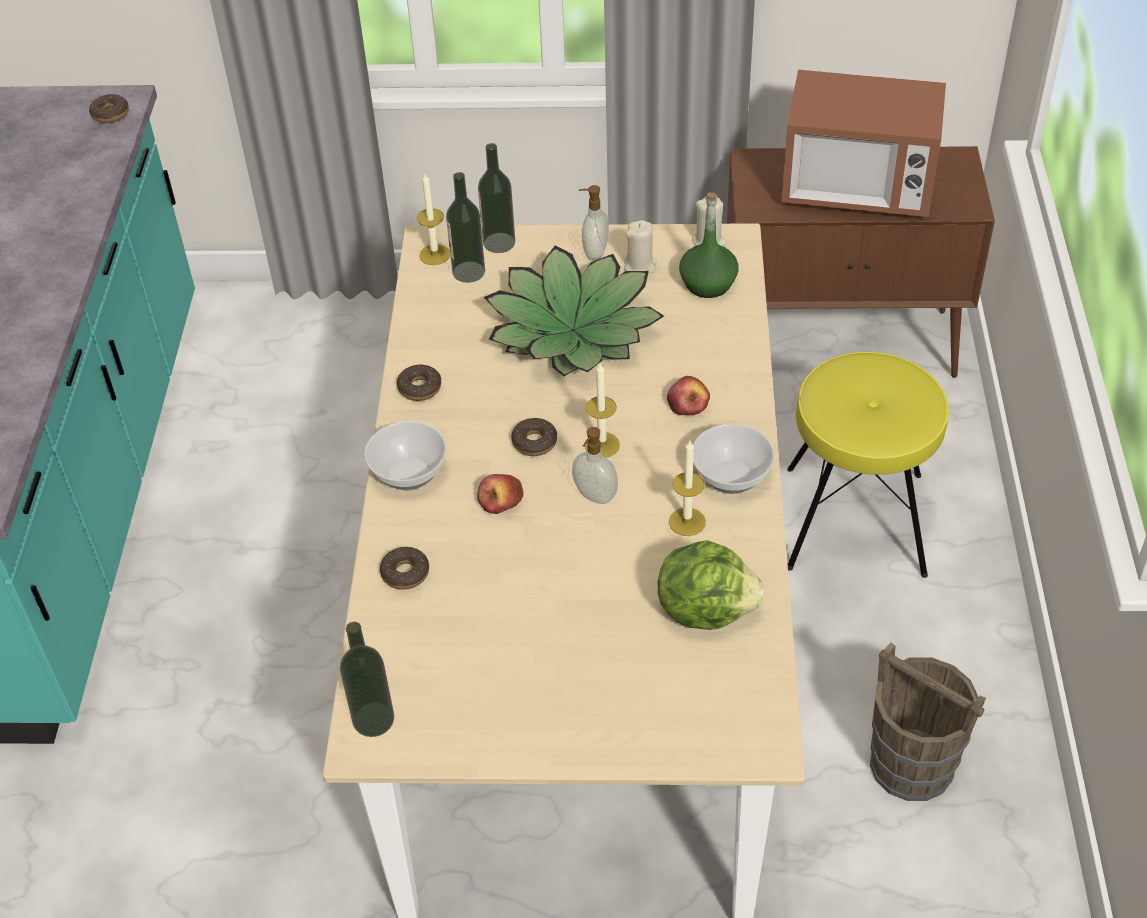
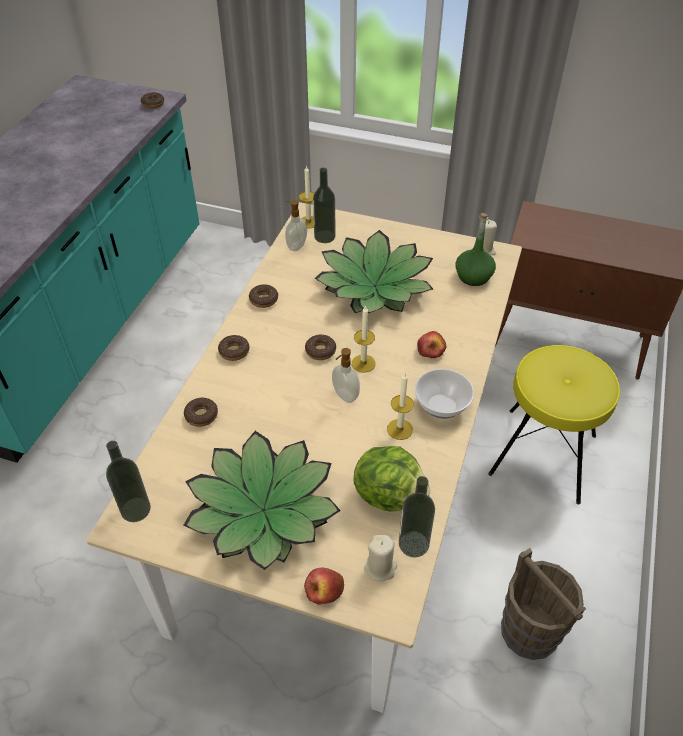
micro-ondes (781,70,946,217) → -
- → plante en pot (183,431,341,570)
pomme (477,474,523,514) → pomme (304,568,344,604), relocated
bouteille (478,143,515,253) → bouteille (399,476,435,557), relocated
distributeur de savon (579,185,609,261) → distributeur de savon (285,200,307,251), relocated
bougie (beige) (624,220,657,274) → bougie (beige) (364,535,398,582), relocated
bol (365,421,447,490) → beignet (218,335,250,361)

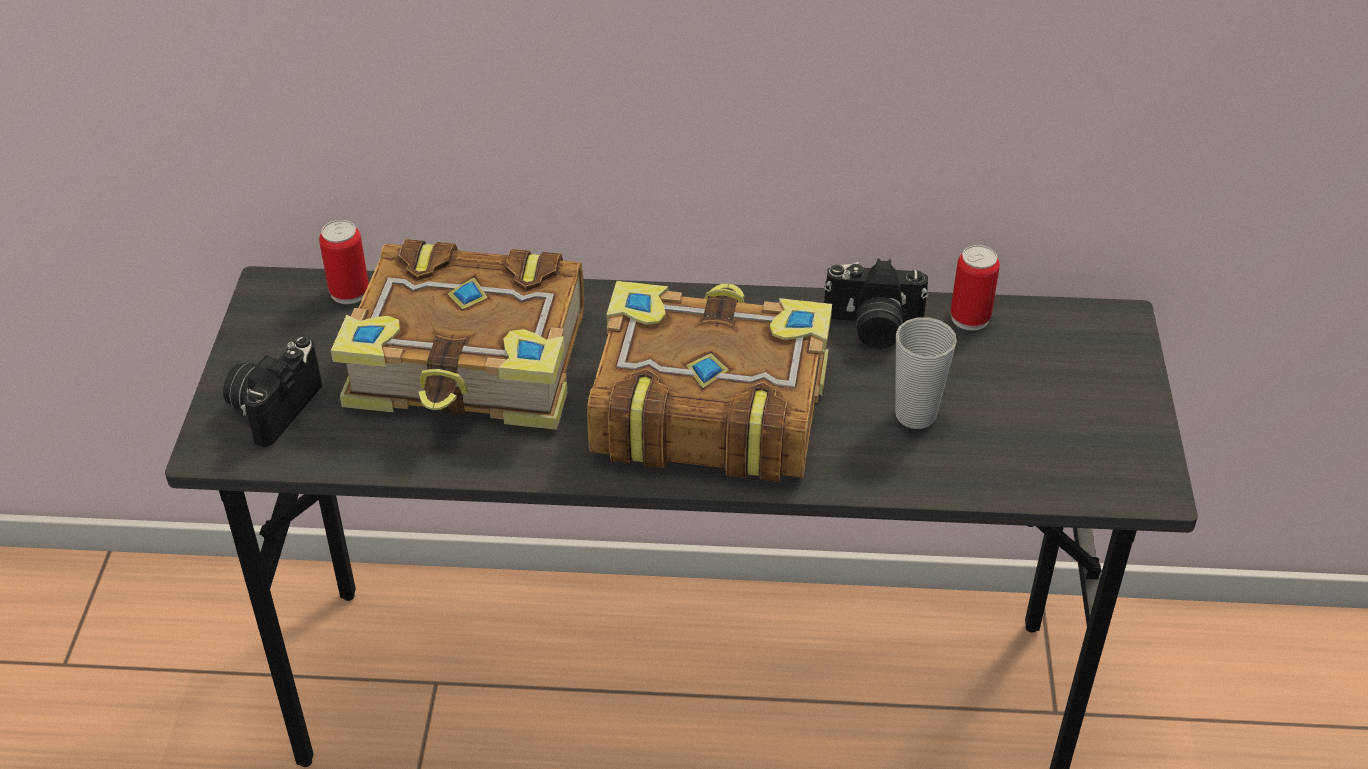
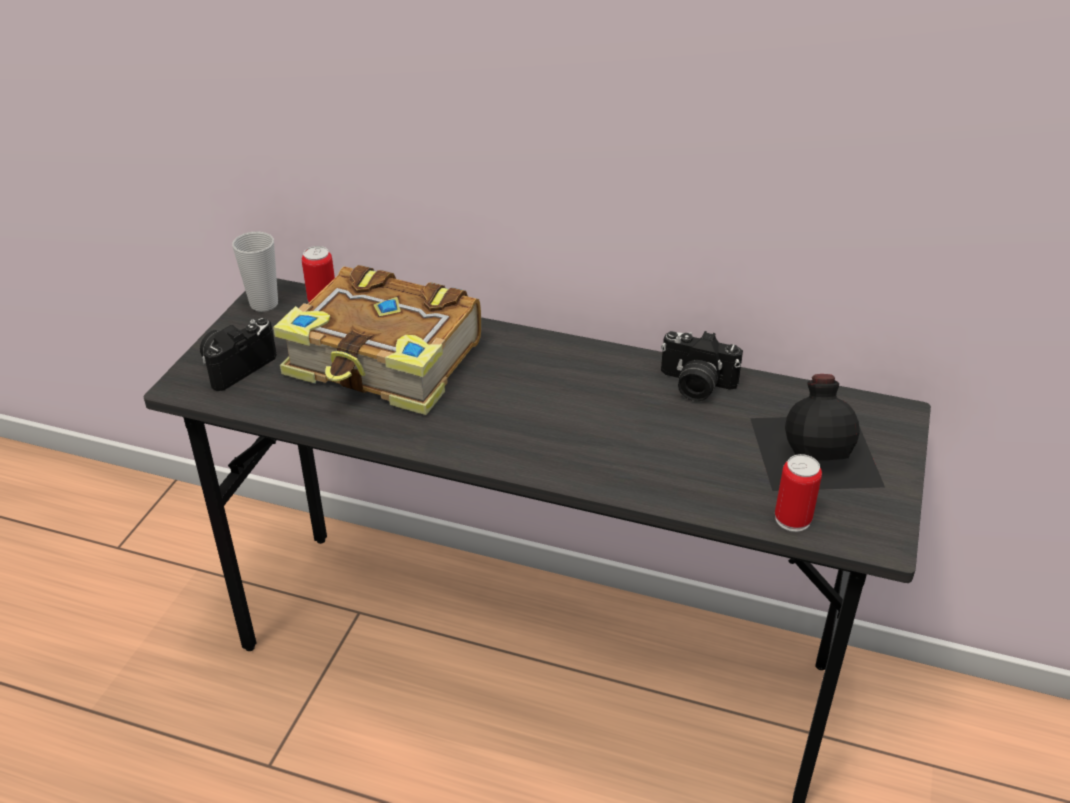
livre (587,281,832,482) → -
- → bouteille (noir) (750,374,885,491)
tasse (895,317,957,429) → tasse (232,231,278,312), relocated
boîte métallique (950,245,1000,331) → boîte métallique (775,454,822,532), relocated

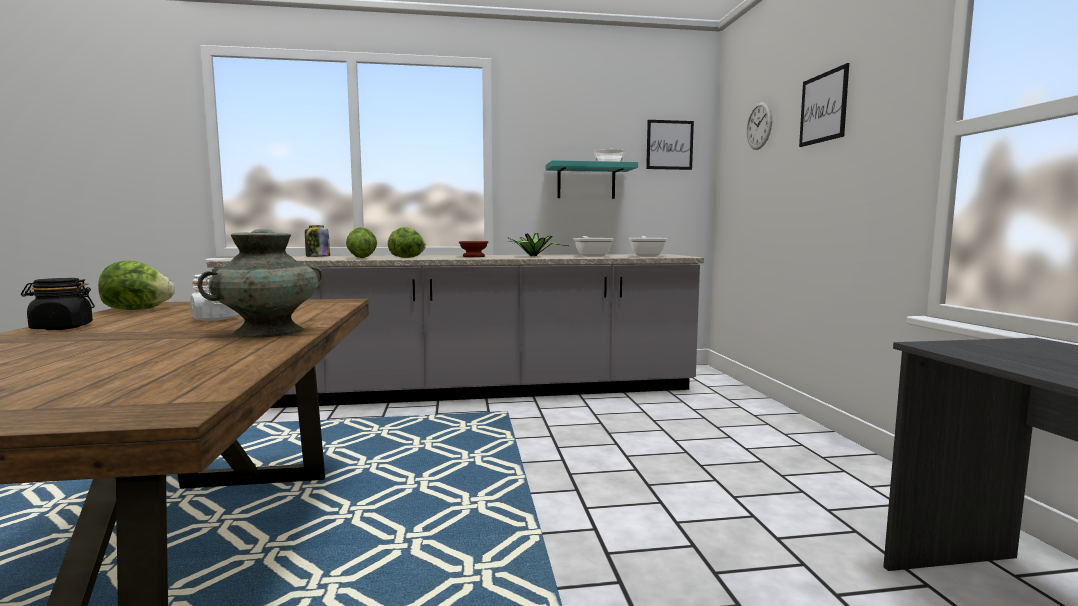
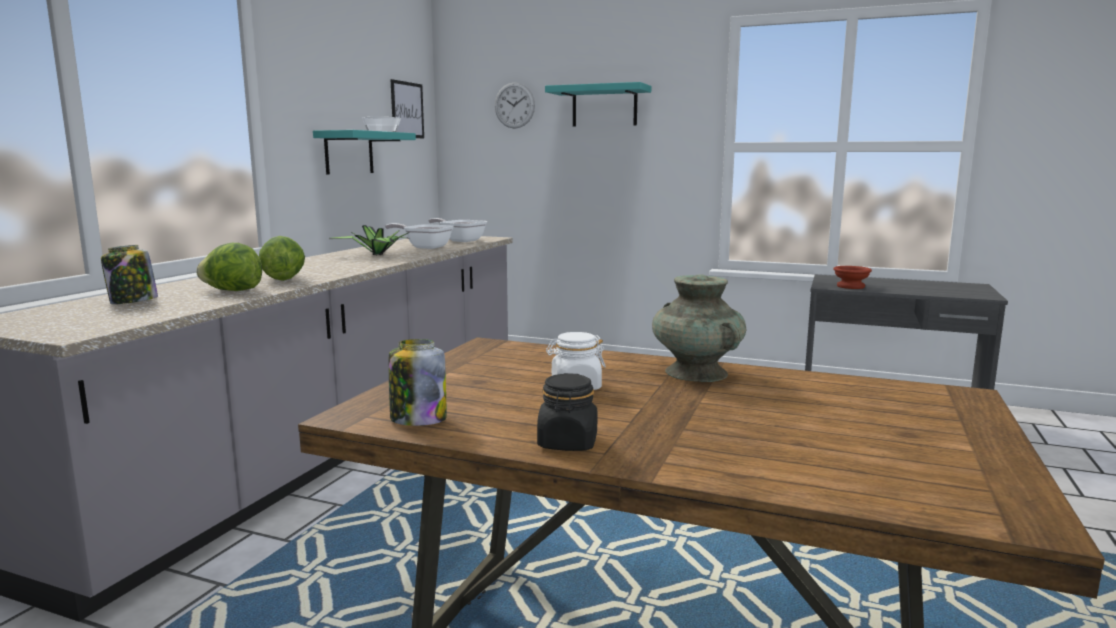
bol (marron) (459,241,488,257) → bol (marron) (833,266,872,289), relocated
laitue (98,261,175,310) → bocal (389,339,447,426)
tableau (799,63,849,147) → étagère (turquoise) (545,82,651,127)

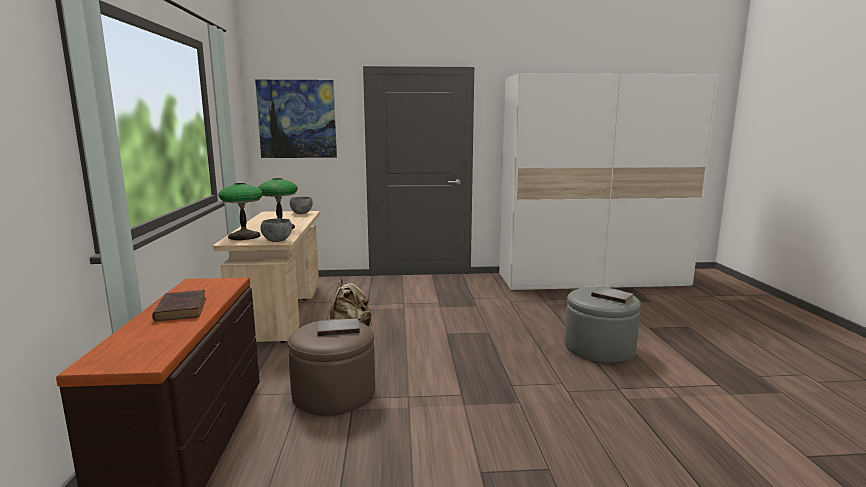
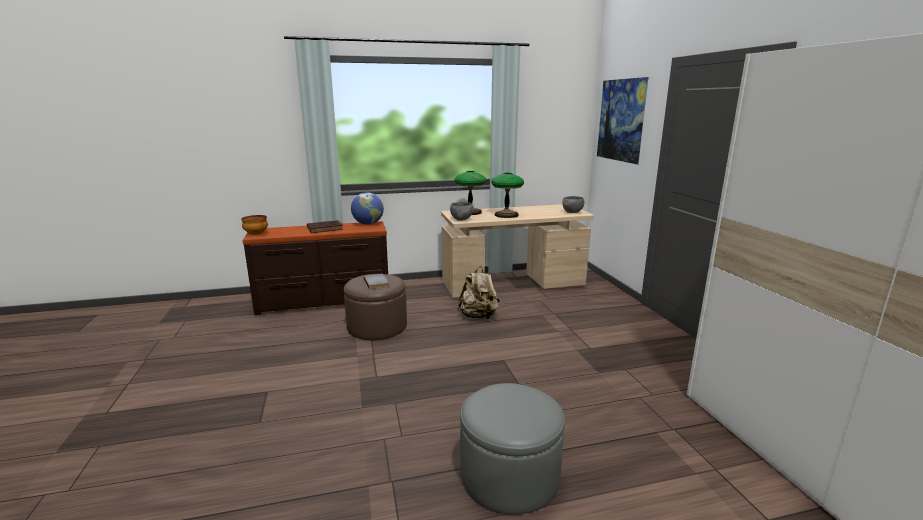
livre (gris) (591,287,633,304) → -
- → bol (241,215,268,235)
- → globe (351,192,384,225)

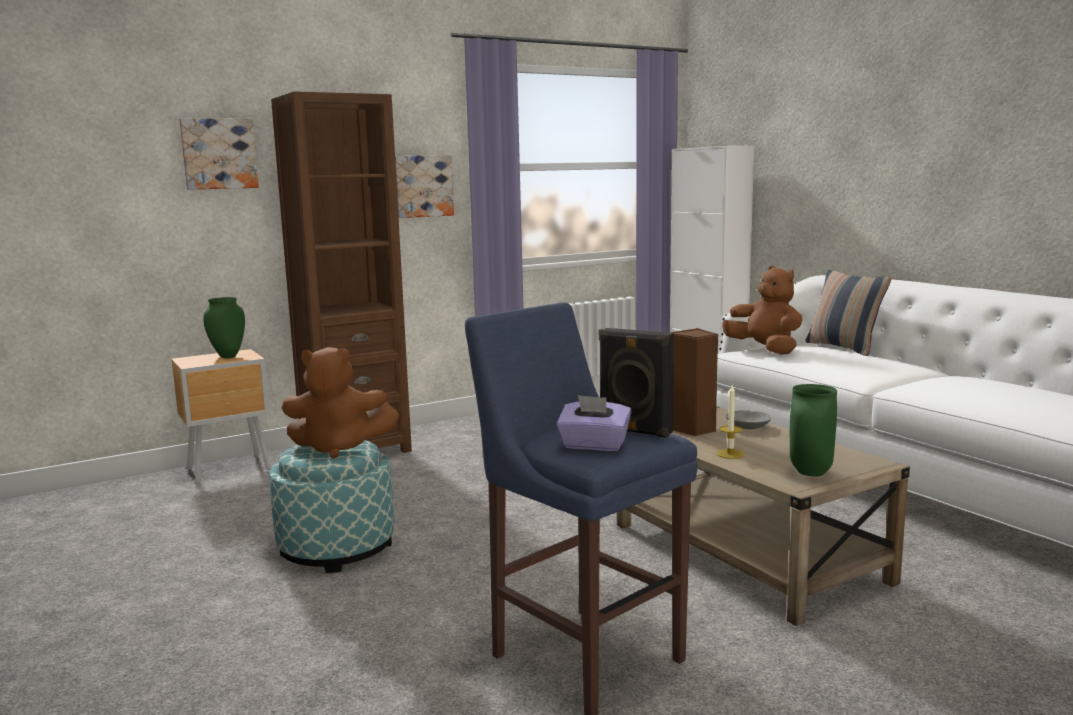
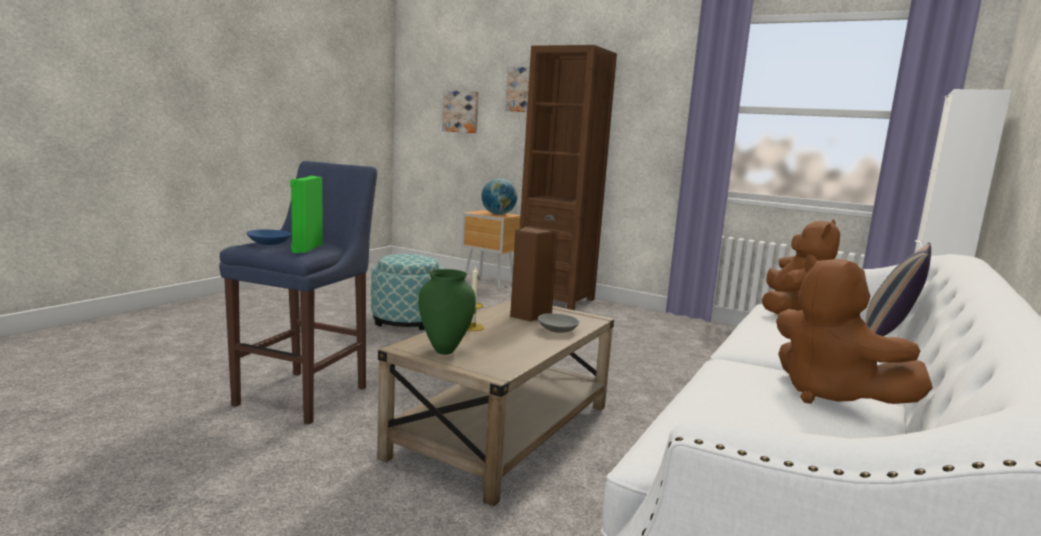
peluche (marron) (281,347,400,459) → peluche (marron) (776,255,933,404), relocated
tableau (395,155,454,218) → tableau (442,90,479,133), relocated
vase (vert) (203,297,245,358) → globe (481,178,518,215)
boîte à mouchoirs (violet) (557,395,632,451) → bol (bleu) (247,229,291,245)
enceinte (noir) (599,328,674,438) → enceinte (vert) (290,176,323,253)

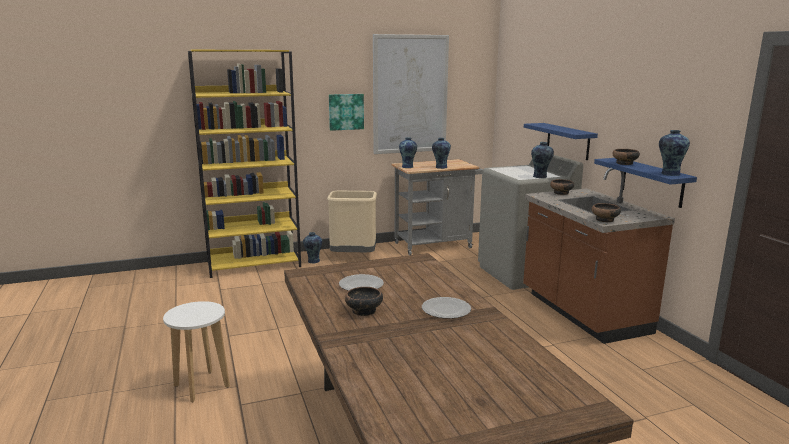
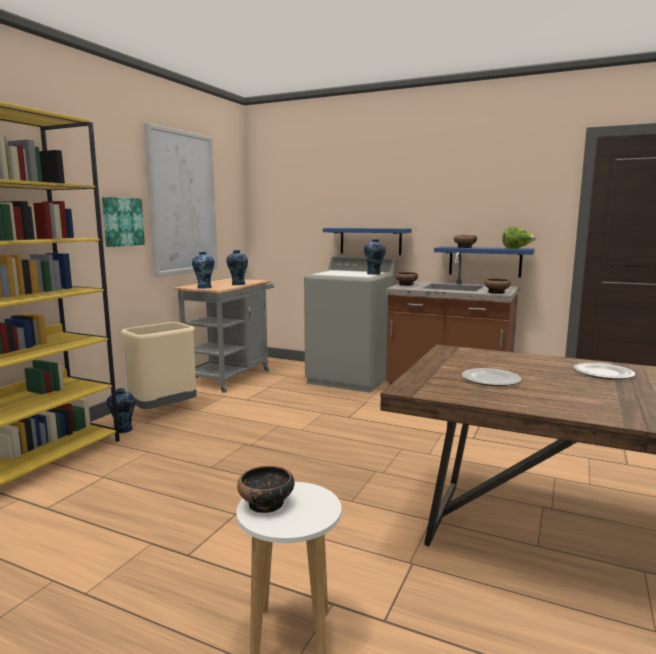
bol (345,287,383,316) → bol (237,466,295,513), relocated
vase (659,130,690,176) → laitue (502,227,536,249)

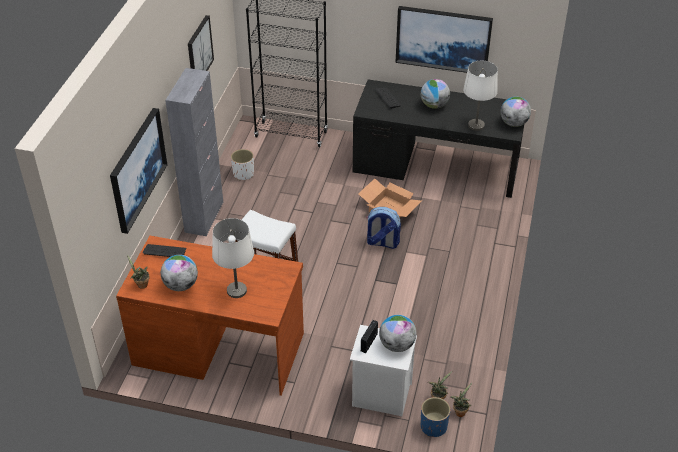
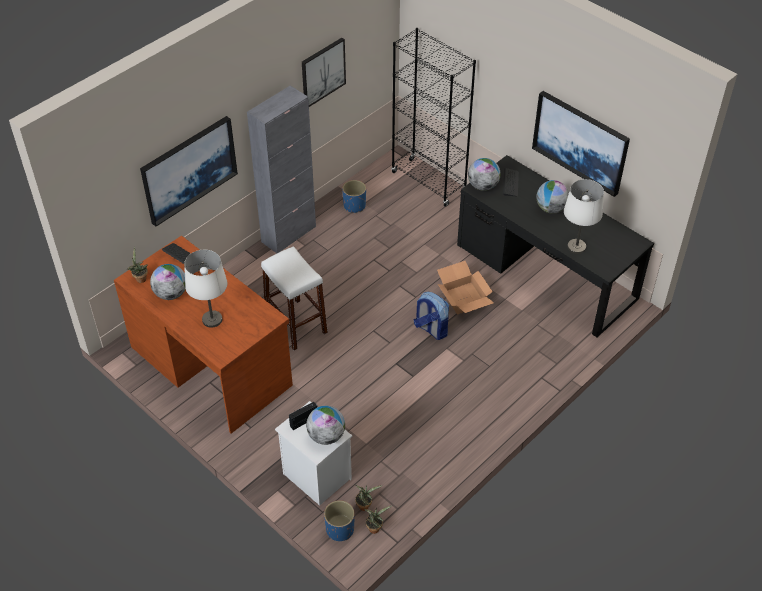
globe (501,97,531,127) → globe (468,158,501,191), relocated
cache-pot (blanc) (231,149,254,180) → cache-pot (bleu) (342,180,366,213)

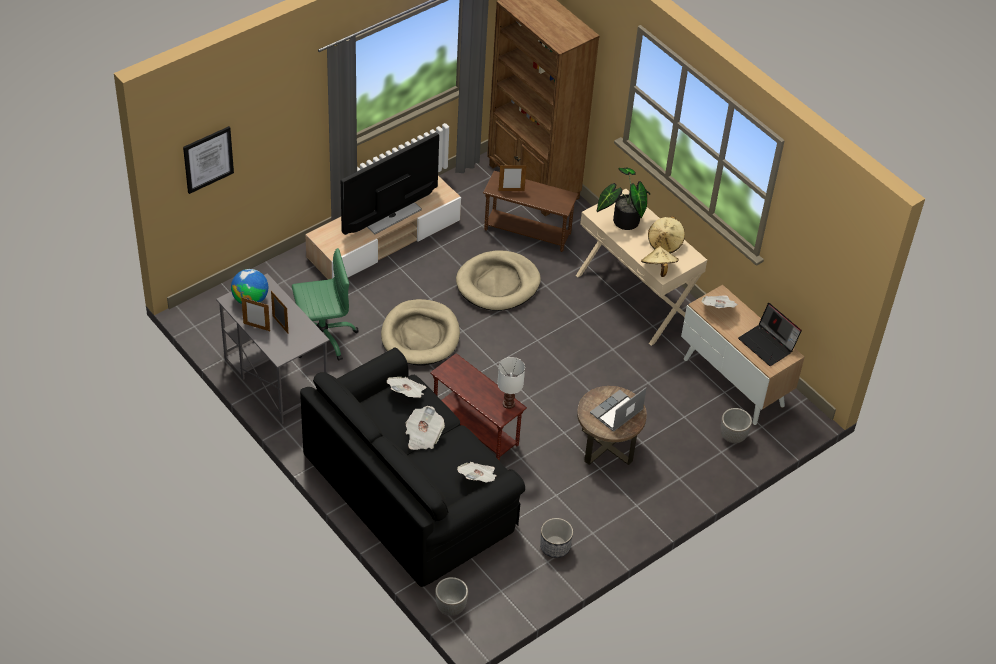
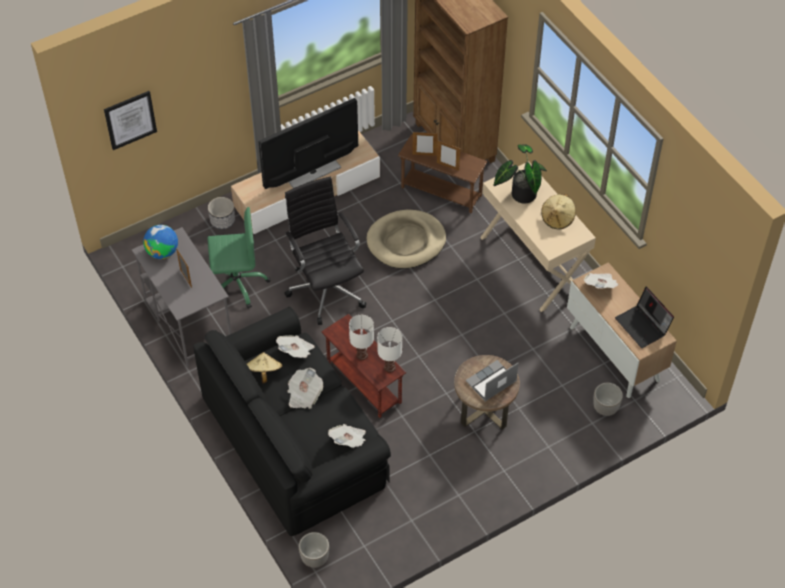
- → lampe de table (blanc) (349,315,374,360)
cadre photo (241,297,270,331) → cadre photo (437,141,460,171), relocated
cache-pot (540,518,573,558) → cache-pot (208,197,235,229), relocated
chapeau (beige) (641,246,679,277) → chapeau (beige) (247,352,283,384), relocated
panier pour chien (beige) (381,299,460,365) → chaise de bureau (noir) (284,177,366,325)

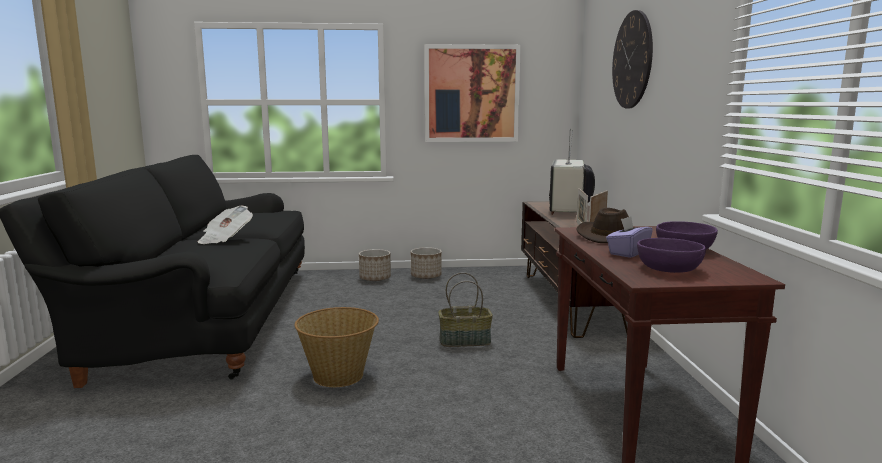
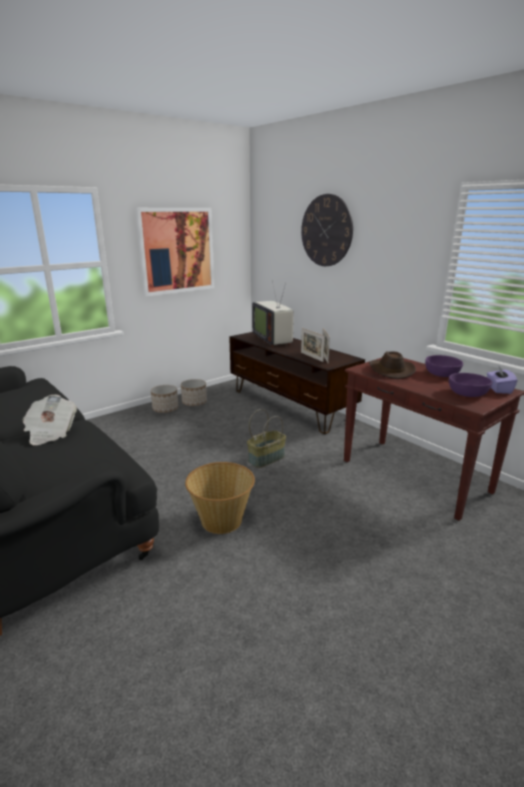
cache-pot (359,249,391,281) → cache-pot (181,379,207,406), relocated
boîte à mouchoirs (violet) (606,216,653,258) → boîte à mouchoirs (violet) (487,366,518,394), relocated

